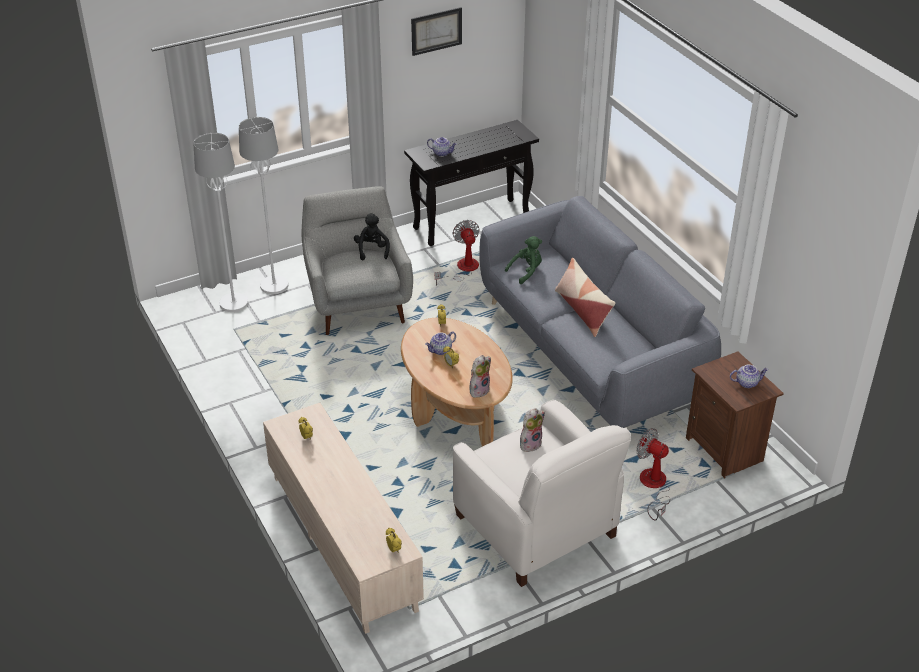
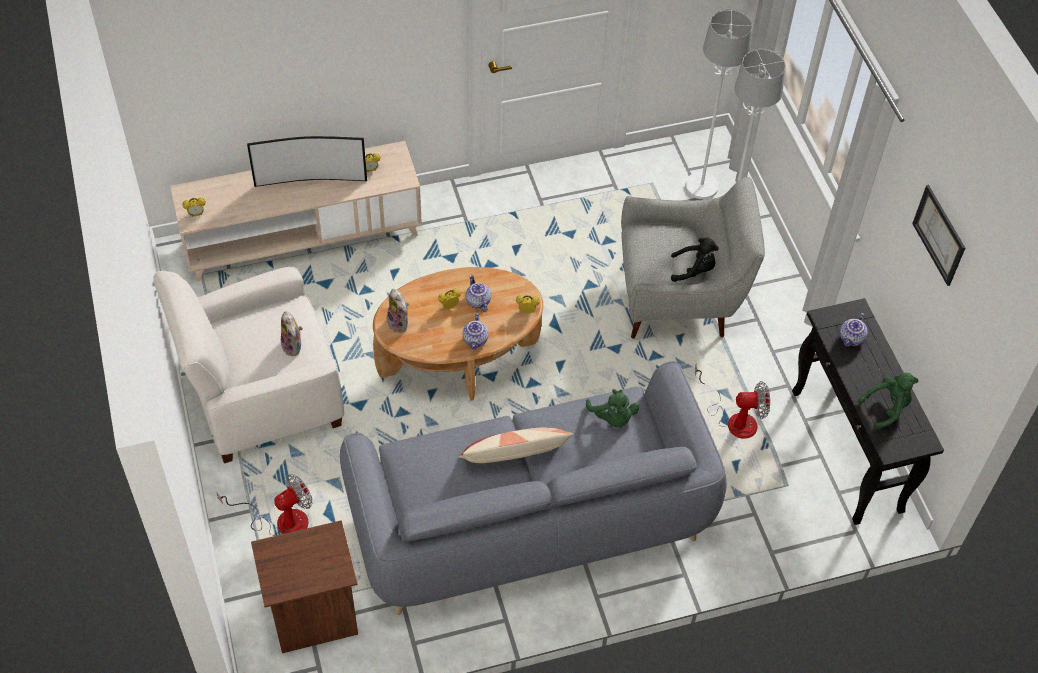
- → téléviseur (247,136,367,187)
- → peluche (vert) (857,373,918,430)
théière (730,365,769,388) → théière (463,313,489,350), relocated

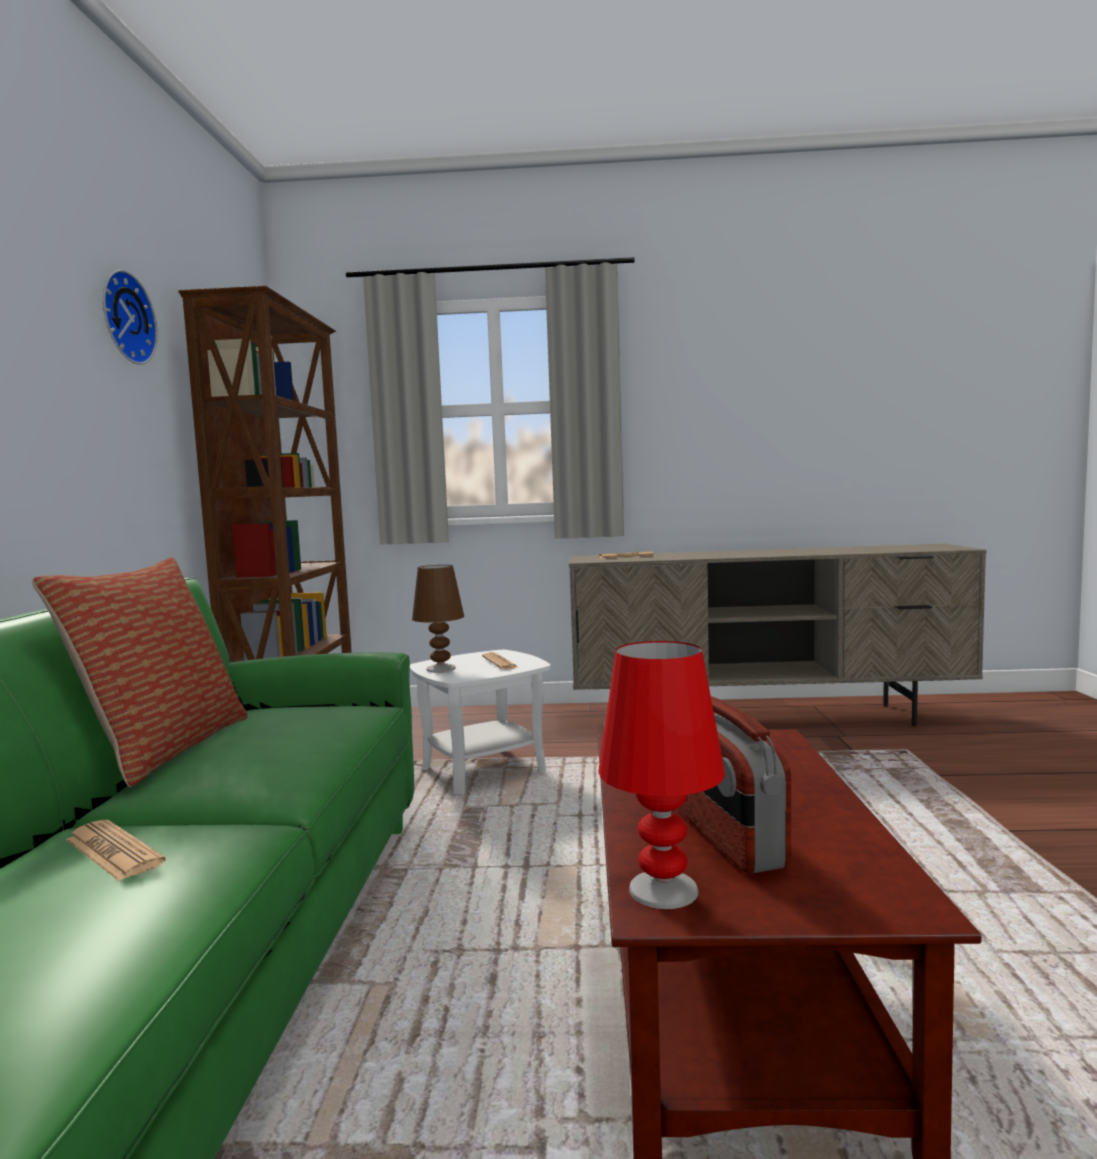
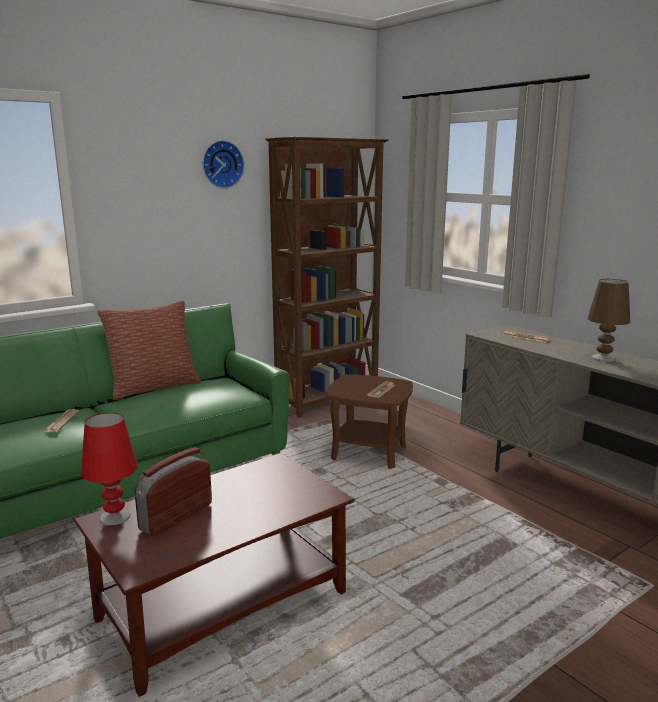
lampe de table (marron) (412,565,464,673) → lampe de table (marron) (587,279,630,362), relocated
table d'appoint (blanc) (410,650,551,794) → table d'appoint (marron) (326,374,413,469)

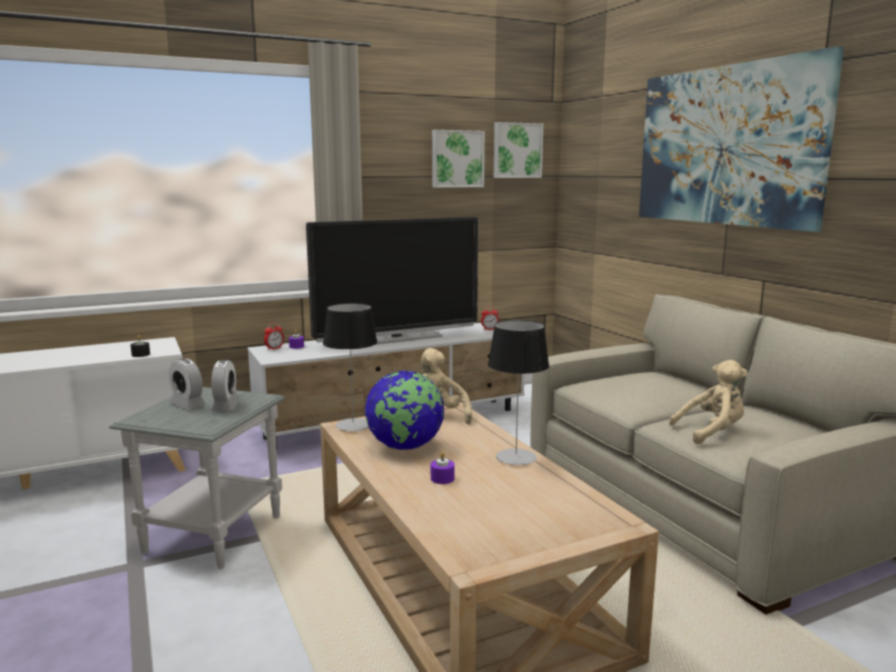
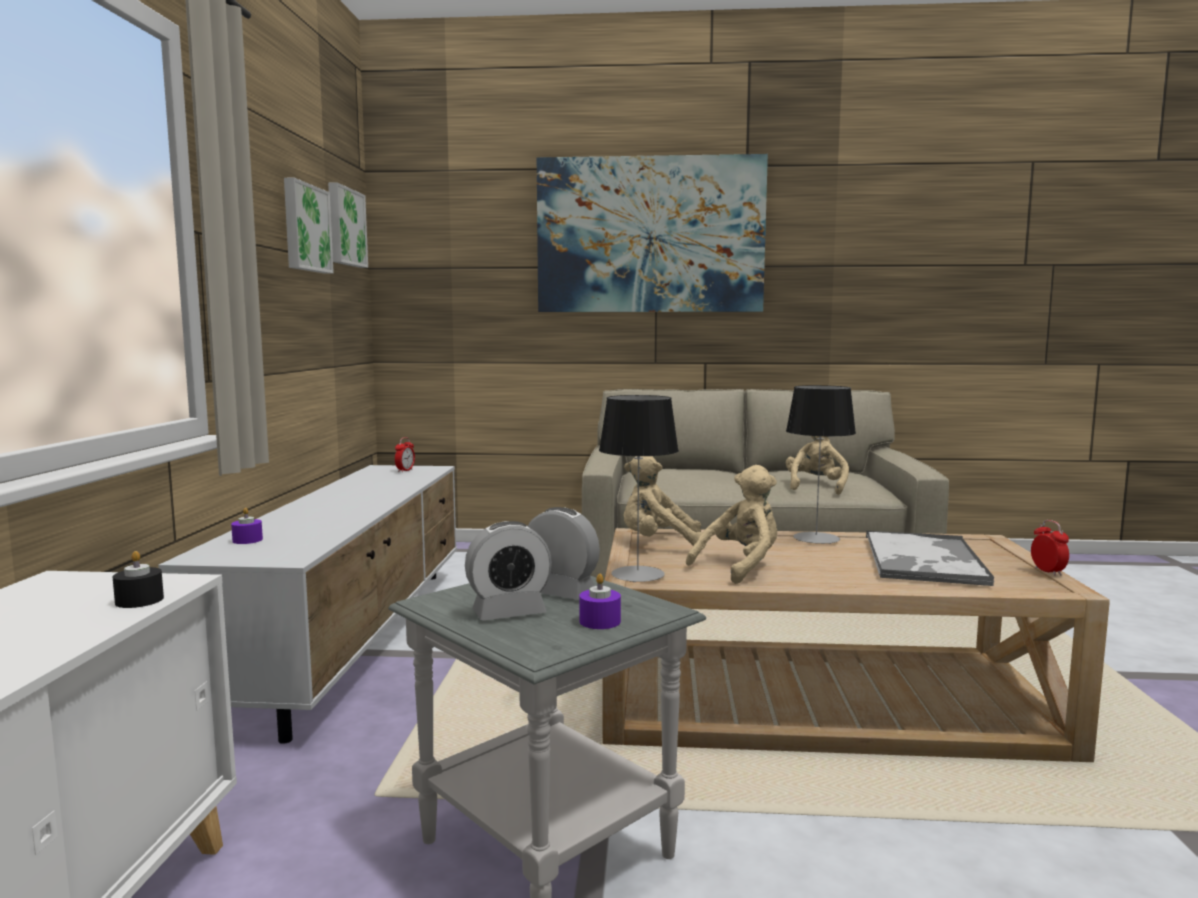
téléviseur (306,217,478,345) → -
- → plateau (866,531,995,586)
réveil (264,323,284,351) → réveil (1031,520,1069,576), relocated
bougie (violet) (431,452,455,484) → bougie (violet) (579,573,621,629), relocated
globe (365,370,444,450) → peluche (beige) (686,465,777,584)

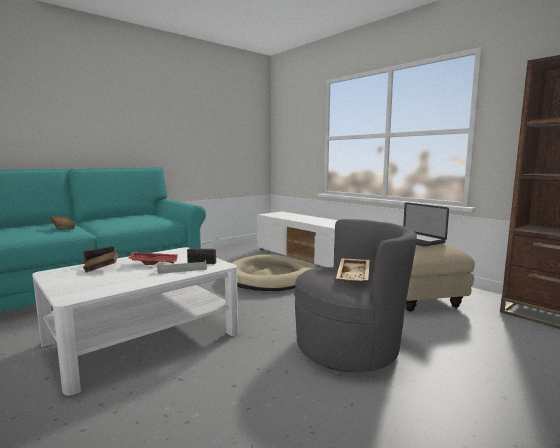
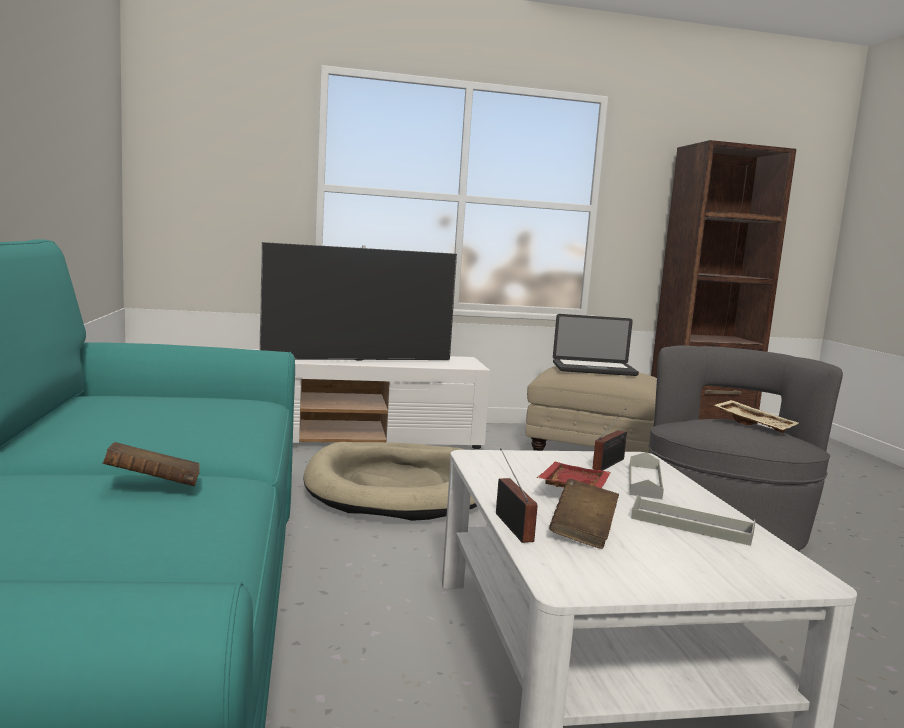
- → téléviseur (259,242,457,361)
- → plateau (gris) (631,495,755,546)

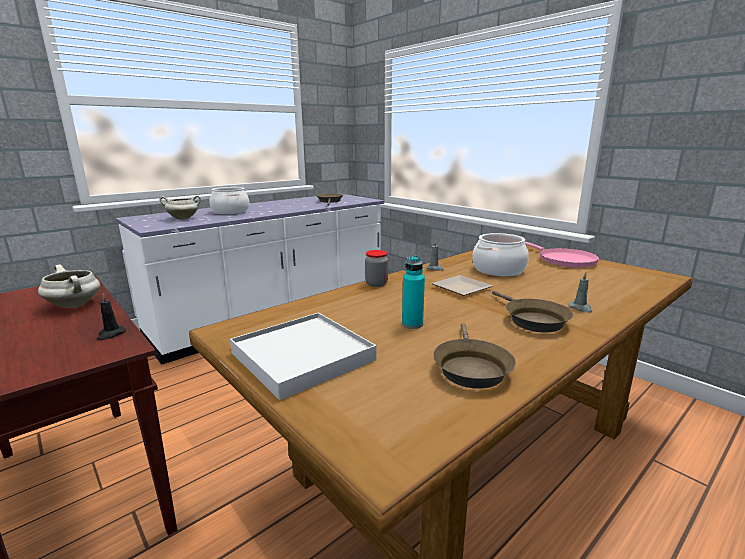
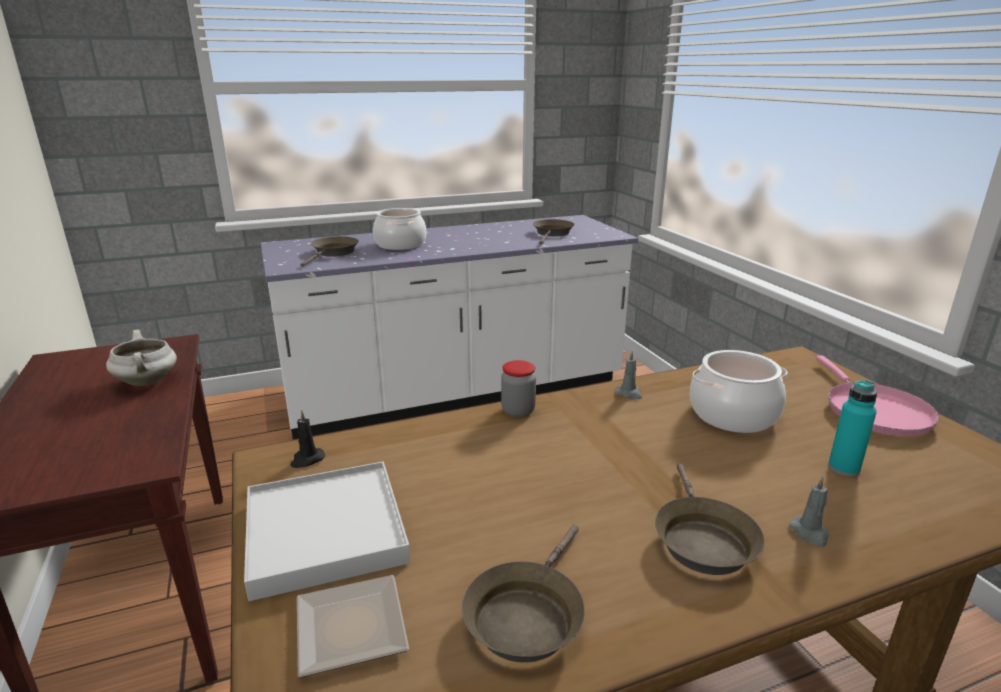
bougie (noir) (97,293,126,340) → bougie (noir) (291,410,325,468), relocated
bouteille (turquoise) (402,256,425,329) → bouteille (turquoise) (828,380,877,476), relocated
assiette (432,275,492,296) → assiette (297,575,409,677), relocated
marmite (blanc) (159,195,201,220) → poêle (marron) (301,236,359,267)

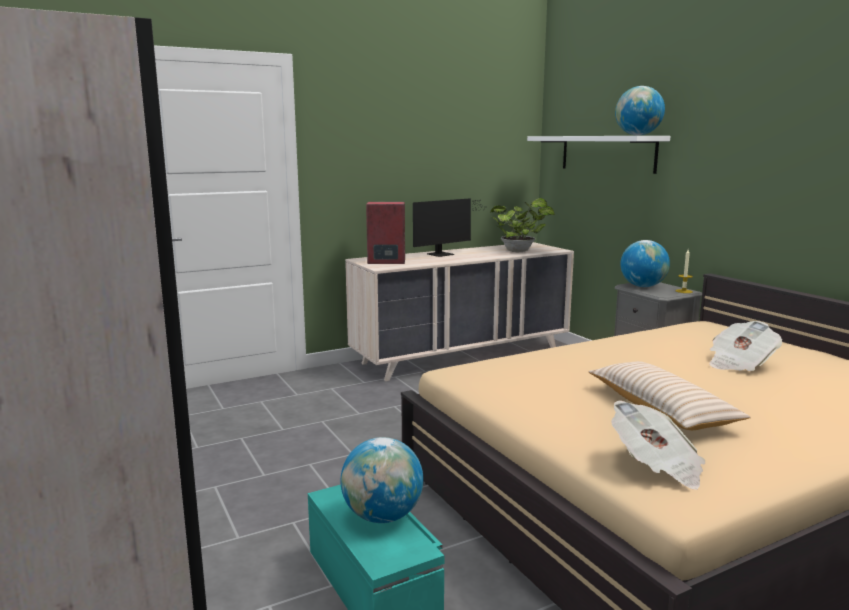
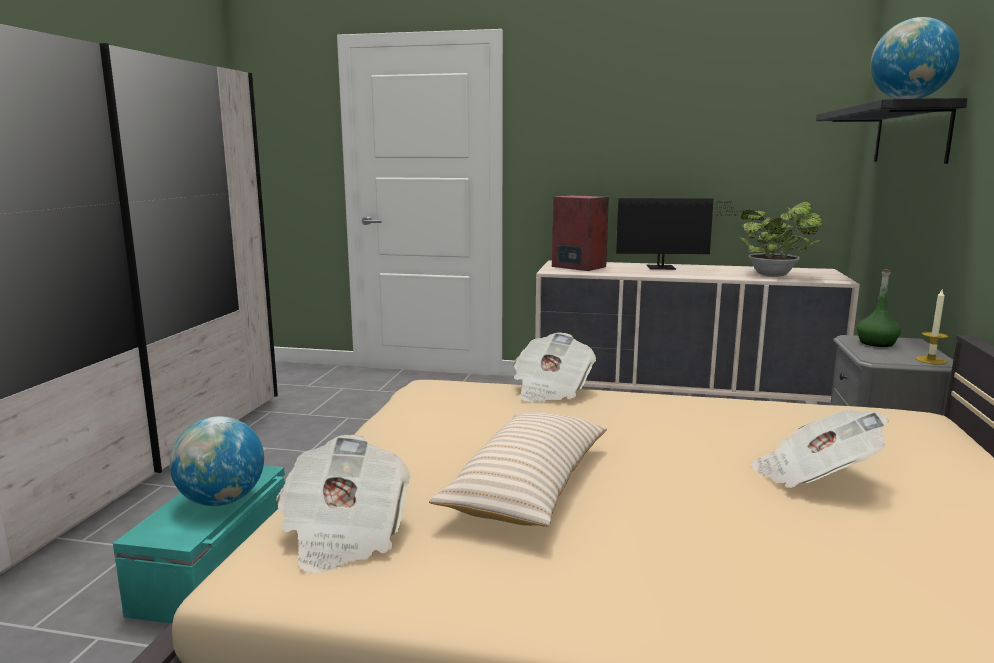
- → journal (514,333,596,402)
globe (620,240,670,287) → bouteille (vert) (857,269,901,347)
étagère (blanc) (527,136,670,174) → étagère (noir) (816,98,967,164)

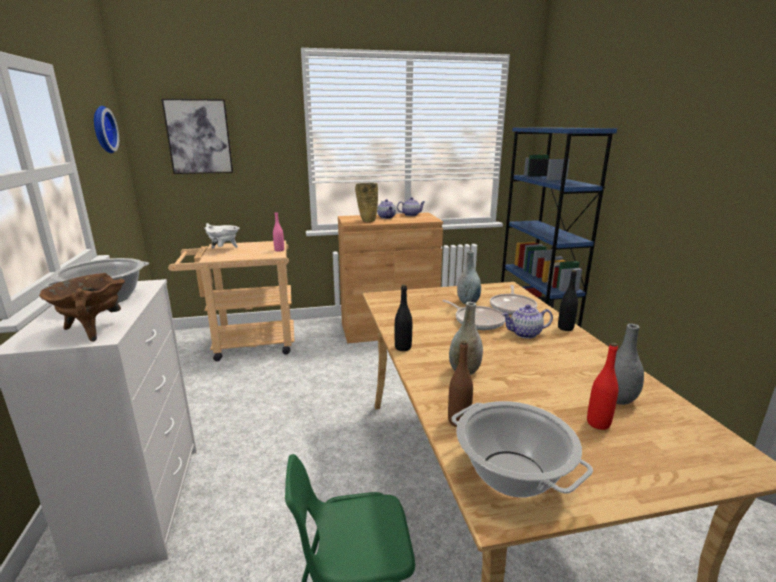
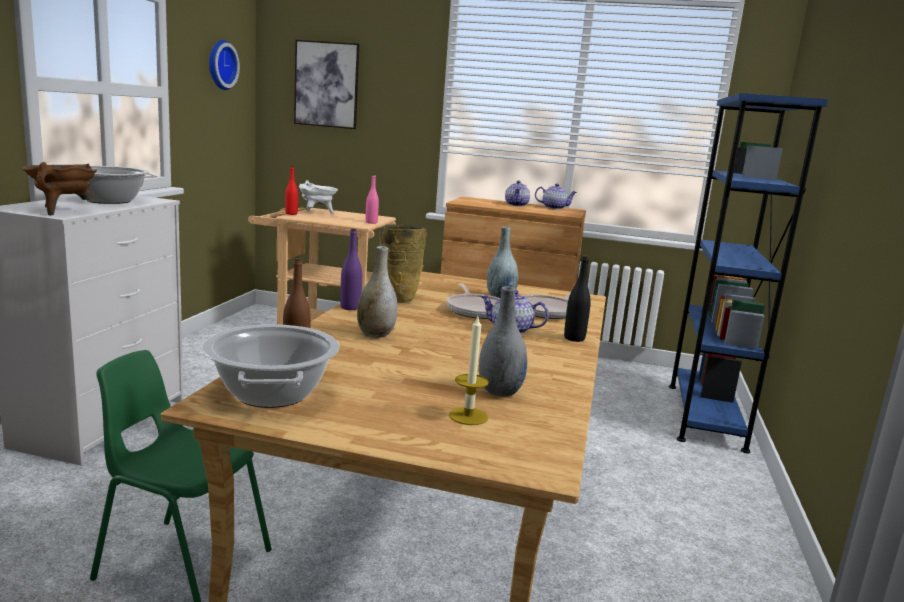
- → bougie (449,317,489,425)
vase (beige) (355,183,378,222) → vase (beige) (379,225,426,303), relocated
bouteille (rouge) (587,343,618,430) → bouteille (rouge) (285,166,298,215), relocated
bouteille (noir) (395,285,412,351) → bouteille (violet) (340,229,362,310)

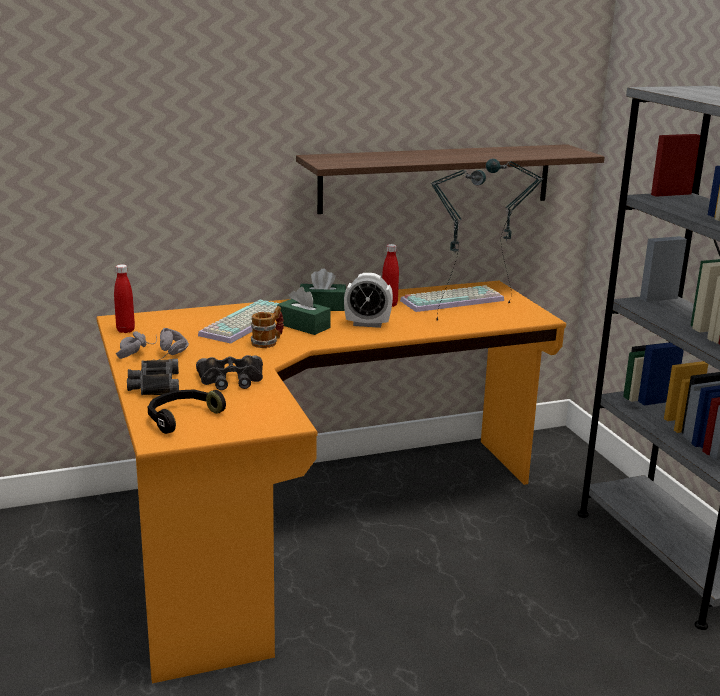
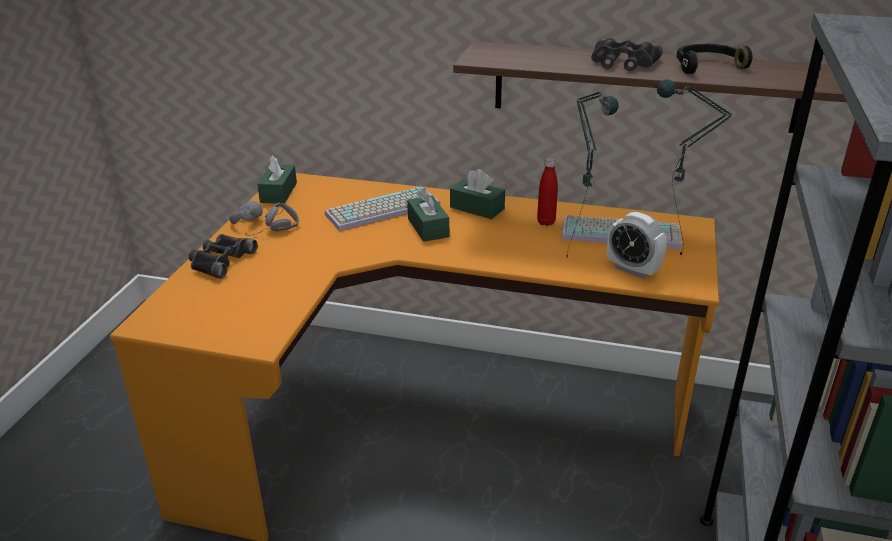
mug (251,306,284,348) → -
casque audio (noir) (148,389,226,434) → casque audio (noir) (677,44,752,74), relocated
jumelles (noir) (196,355,263,390) → jumelles (noir) (591,38,663,71), relocated
réveil (344,273,393,328) → réveil (607,212,667,278), relocated
bouteille (rouge) (114,264,135,333) → boîte à mouchoirs (vert) (257,155,297,204)

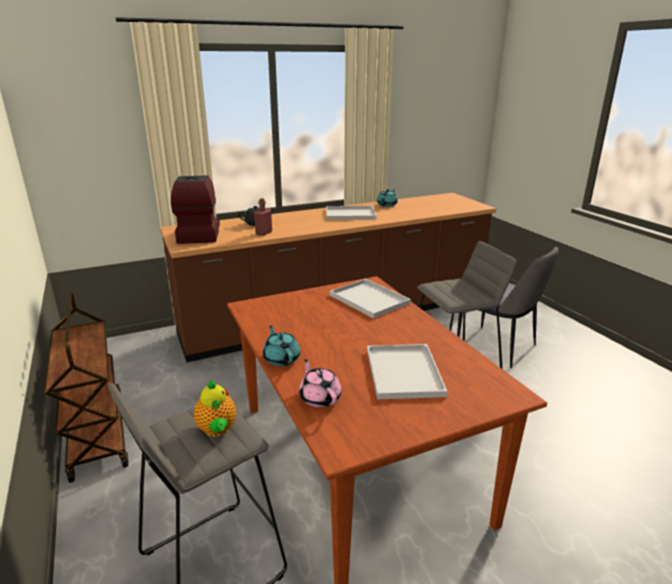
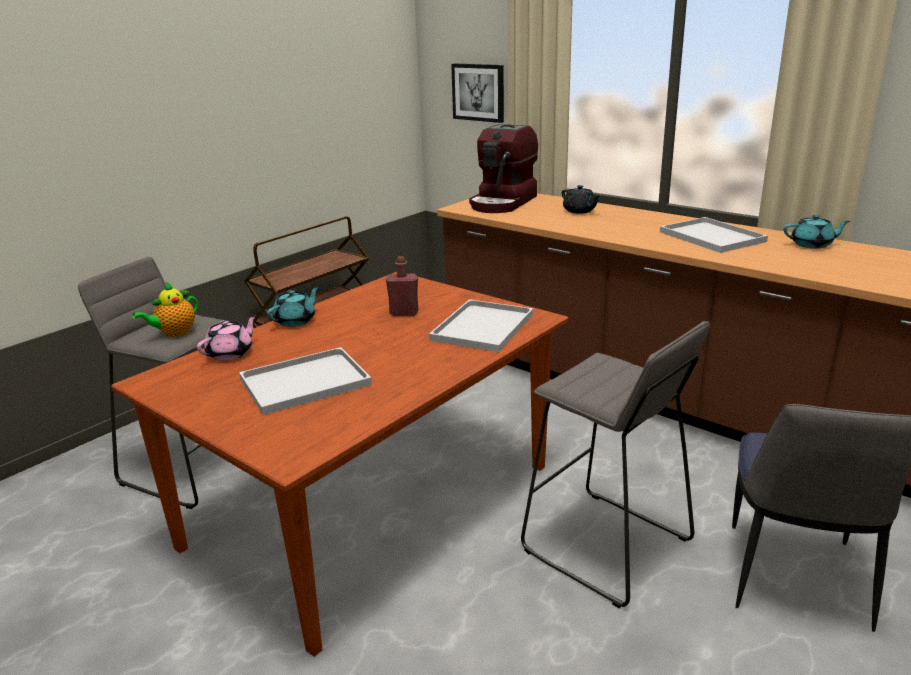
- → tableau (451,63,504,123)
bouteille (rouge) (254,198,272,236) → bouteille (rouge) (386,256,418,316), relocated
machine à café (171,176,220,244) → machine à café (469,124,538,213), 150 degrees clockwise

